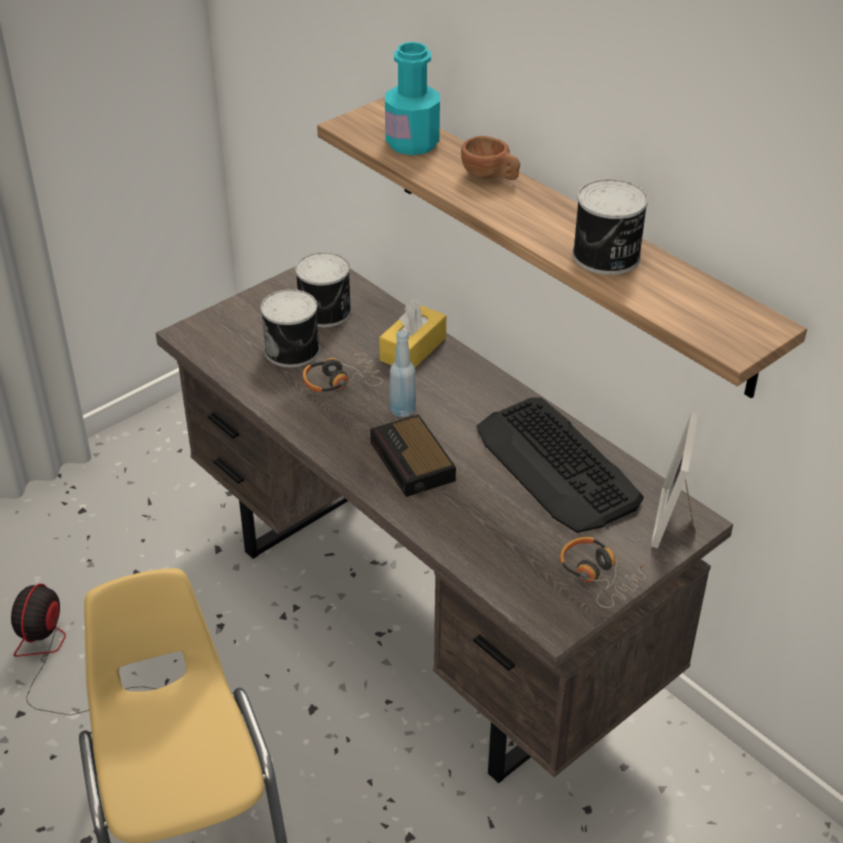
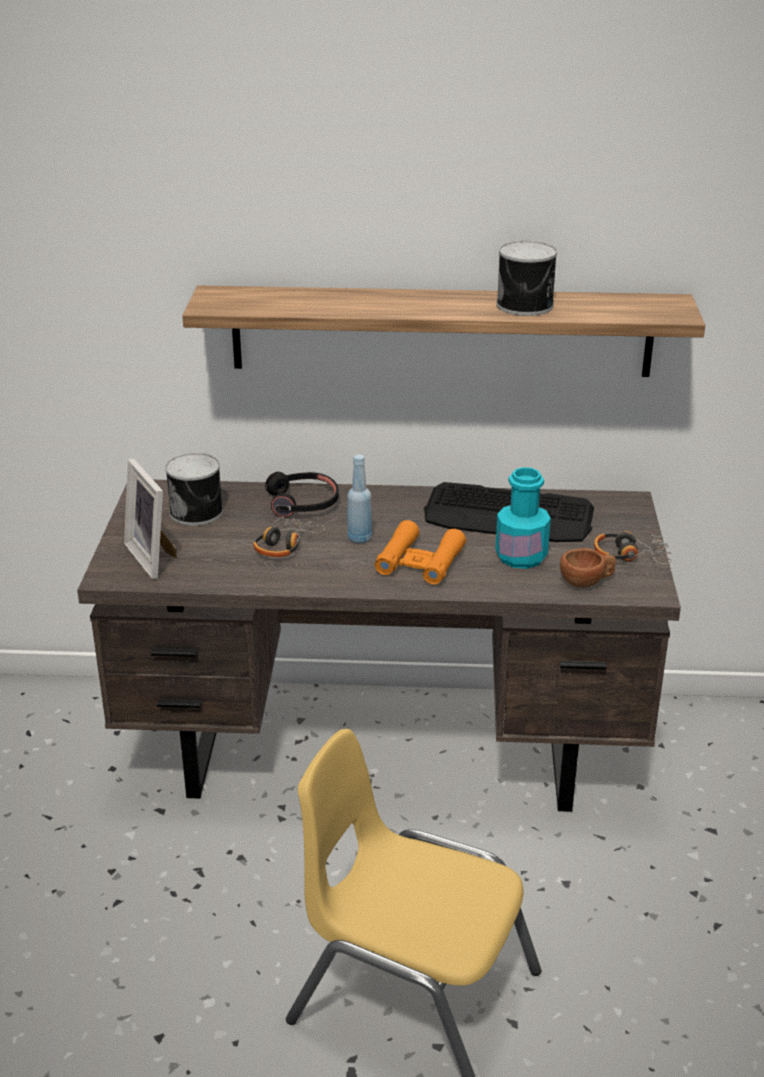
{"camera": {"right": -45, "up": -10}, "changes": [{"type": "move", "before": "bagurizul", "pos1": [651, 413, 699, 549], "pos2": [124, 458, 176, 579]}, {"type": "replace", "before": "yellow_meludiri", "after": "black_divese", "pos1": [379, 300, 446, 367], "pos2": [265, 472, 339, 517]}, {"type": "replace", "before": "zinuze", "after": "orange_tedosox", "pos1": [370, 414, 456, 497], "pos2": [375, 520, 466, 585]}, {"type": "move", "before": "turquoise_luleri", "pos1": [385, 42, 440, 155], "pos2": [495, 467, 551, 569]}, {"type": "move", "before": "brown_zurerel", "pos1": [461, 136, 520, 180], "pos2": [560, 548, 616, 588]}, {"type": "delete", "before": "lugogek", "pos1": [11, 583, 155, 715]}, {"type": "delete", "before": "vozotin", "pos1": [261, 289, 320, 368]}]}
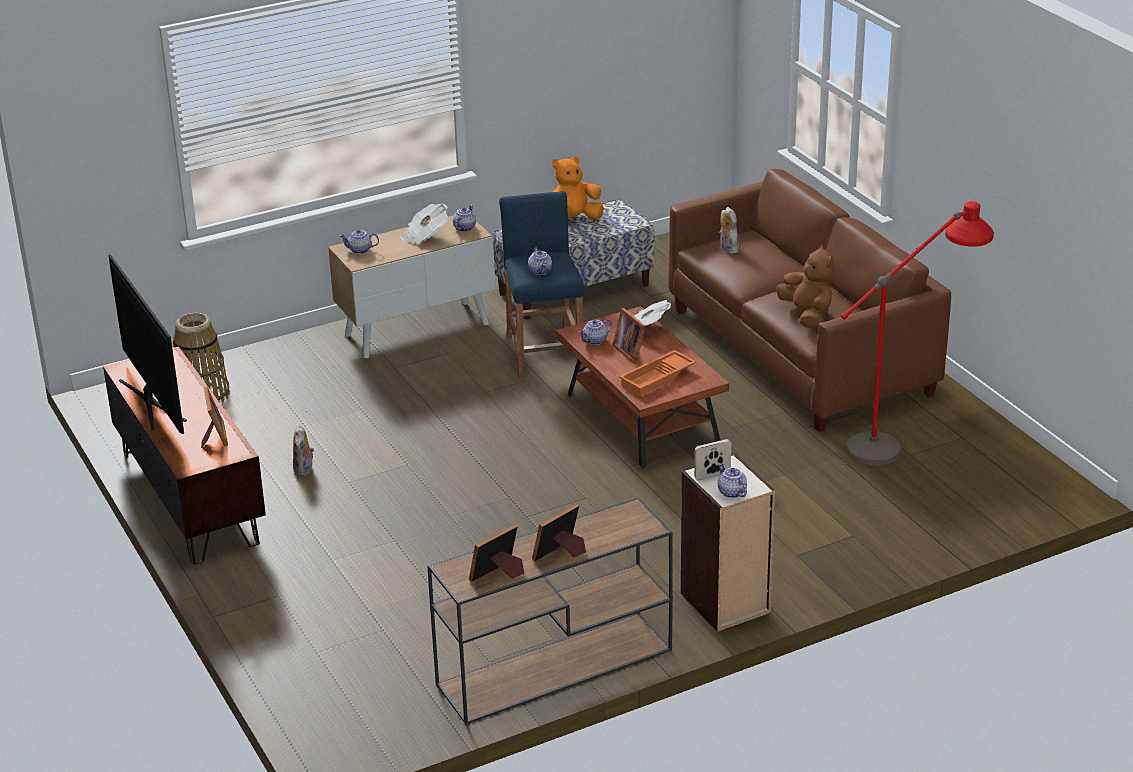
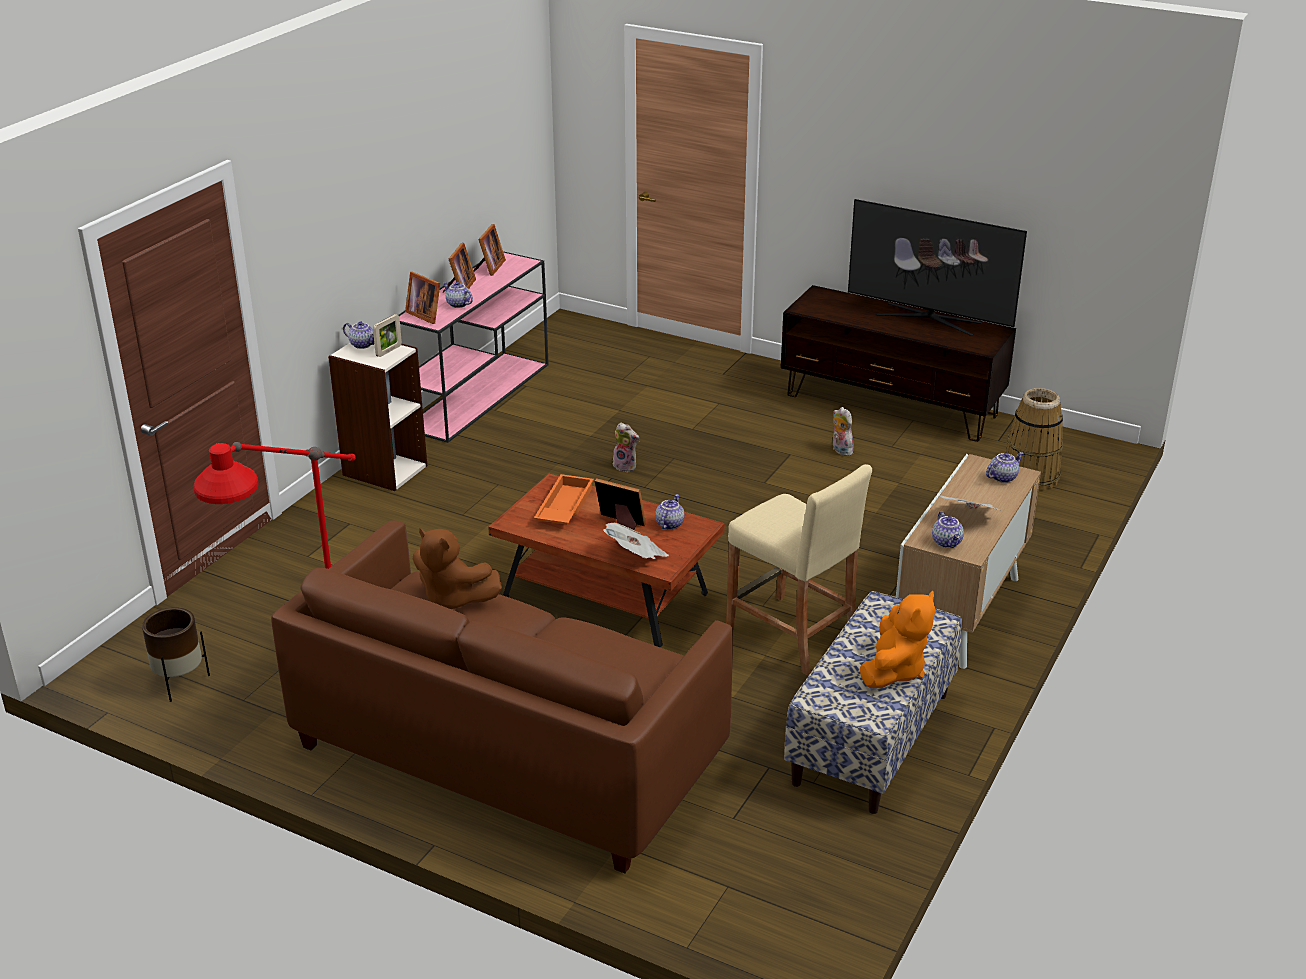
{"camera": {"right": 145, "up": 0}, "changes": [{"type": "insert", "after": "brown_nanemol", "pos2": [142, 607, 210, 702]}, {"type": "recolor", "before": "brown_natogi", "after": "pink_natogi", "pos1": [427, 497, 673, 724], "pos2": [399, 251, 549, 443]}, {"type": "move", "before": "bagurizul", "pos1": [201, 387, 228, 448], "pos2": [405, 272, 440, 324]}, {"type": "move", "before": "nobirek", "pos1": [528, 248, 552, 275], "pos2": [443, 282, 473, 308]}, {"type": "move", "before": "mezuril", "pos1": [719, 207, 739, 254], "pos2": [613, 422, 639, 472]}, {"type": "recolor", "before": "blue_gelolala", "after": "beige_gelolala", "pos1": [499, 191, 584, 378], "pos2": [726, 464, 872, 675]}]}
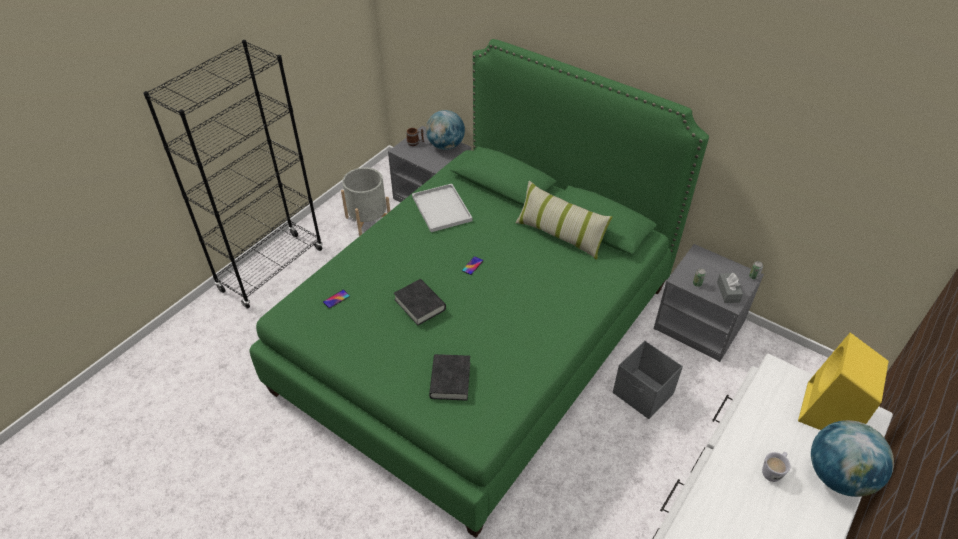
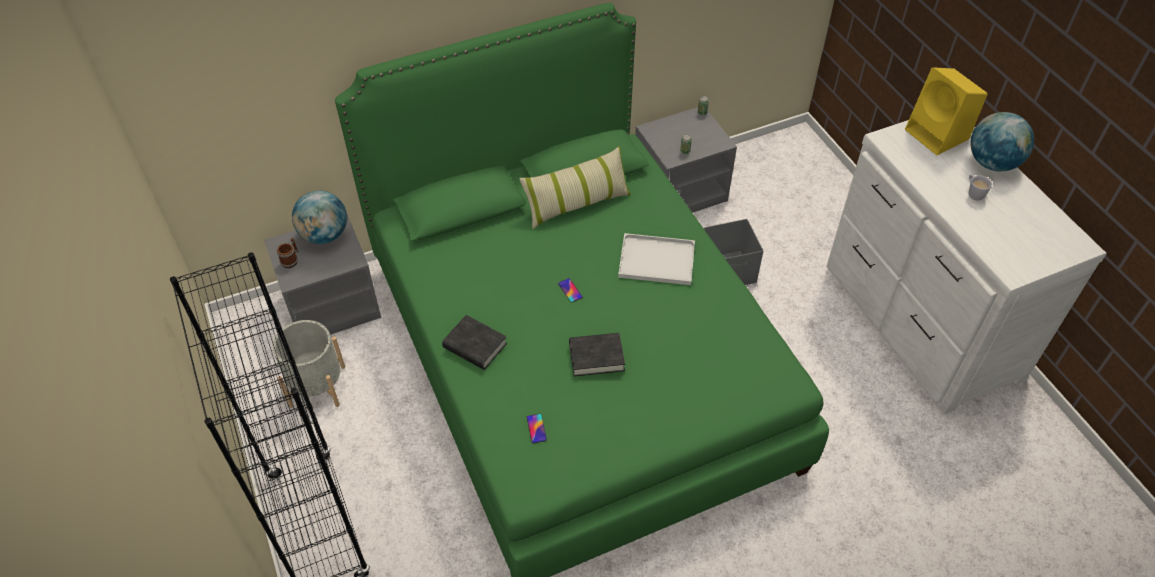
{"camera": {"right": -60, "up": 5}, "changes": [{"type": "move", "before": "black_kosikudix", "pos1": [429, 354, 470, 401], "pos2": [442, 315, 507, 370]}, {"type": "move", "before": "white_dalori", "pos1": [412, 184, 473, 232], "pos2": [618, 233, 695, 285]}, {"type": "delete", "before": "grey_meludiri", "pos1": [717, 273, 743, 303]}]}
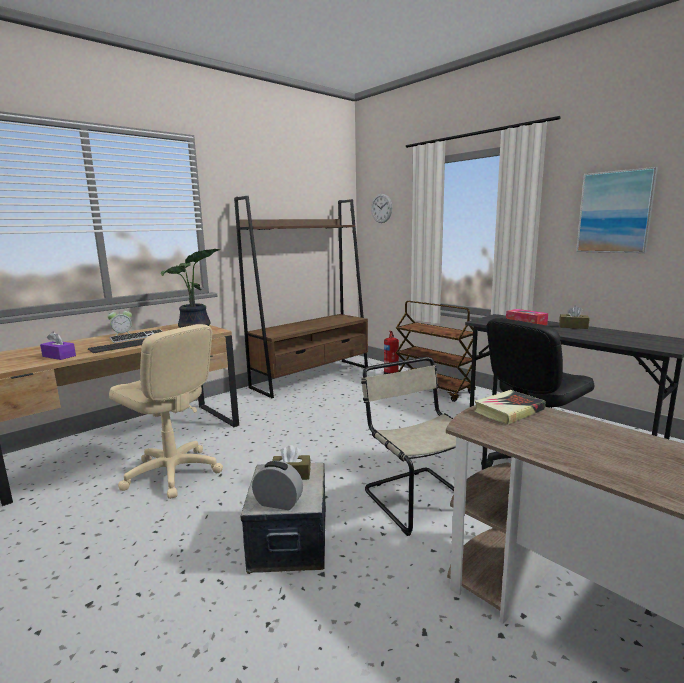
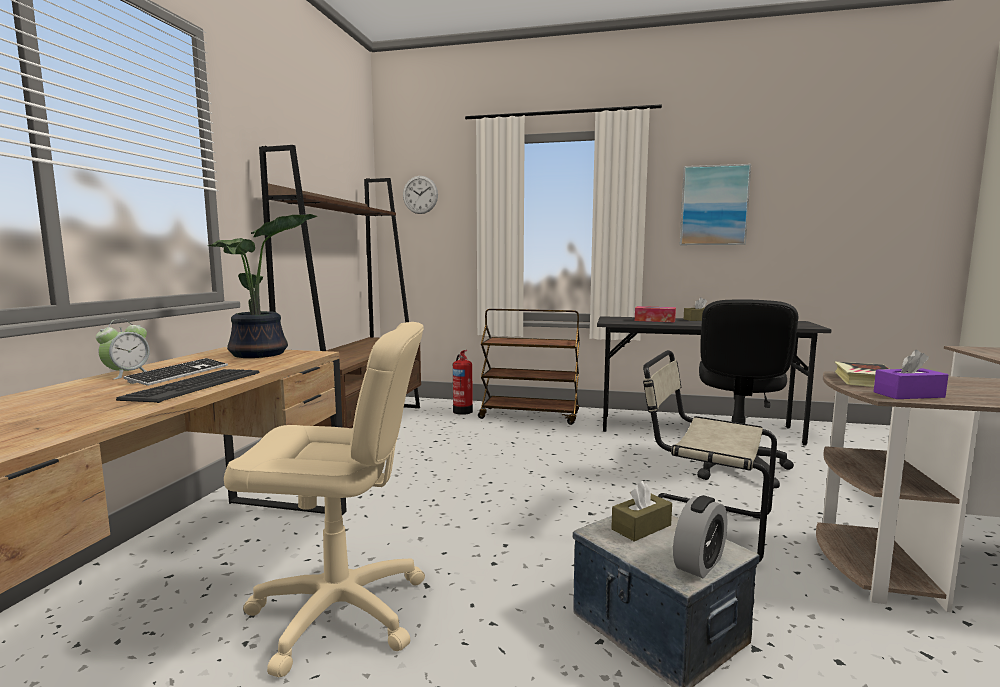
{"camera": {"right": -35, "up": -5}, "changes": [{"type": "rotate", "before": "zinuze", "pos1": [252, 461, 303, 510], "pos2": [673, 495, 727, 578], "turn": 150}, {"type": "move", "before": "purple_meludiri", "pos1": [40, 331, 76, 360], "pos2": [874, 350, 948, 399]}]}
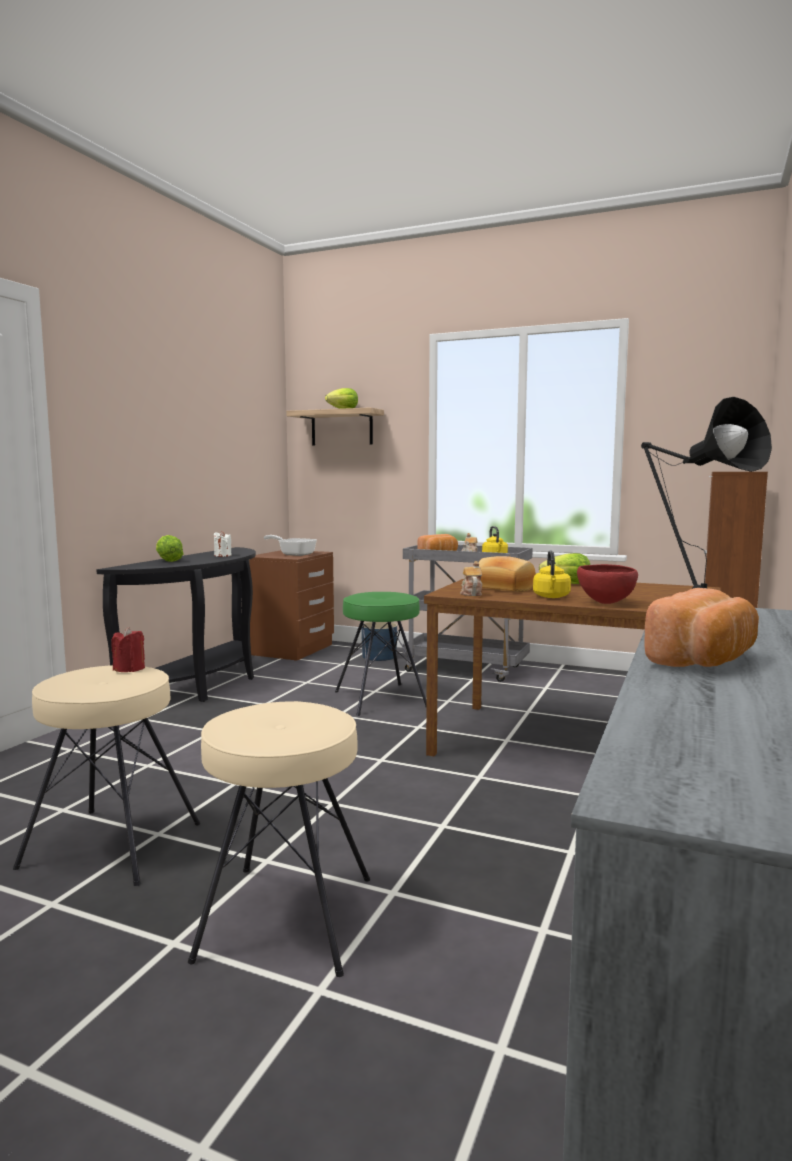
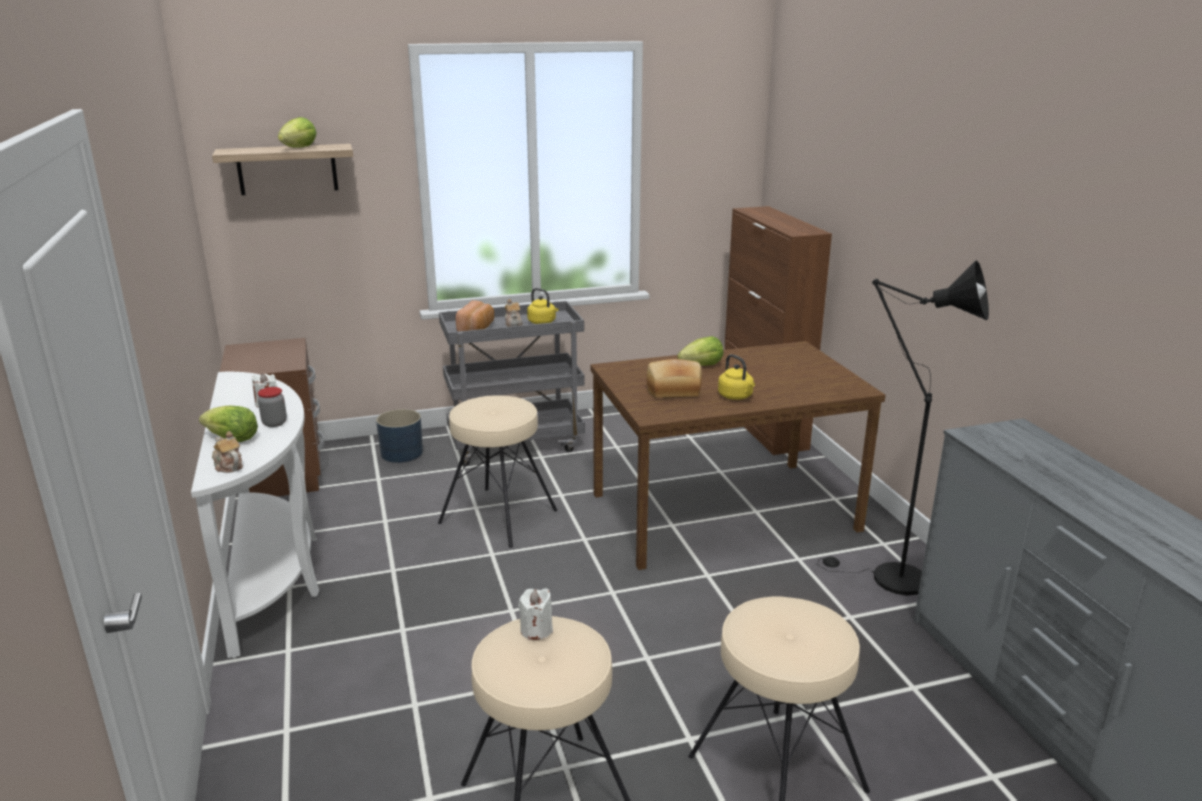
{"camera": {"right": -40, "up": 15}, "changes": [{"type": "recolor", "before": "black_natogi", "after": "white_natogi", "pos1": [96, 547, 256, 702], "pos2": [191, 372, 319, 658]}, {"type": "move", "before": "nobirek", "pos1": [460, 561, 482, 596], "pos2": [212, 431, 243, 473]}, {"type": "insert", "after": "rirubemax", "pos2": [258, 387, 287, 427]}, {"type": "recolor", "before": "green_gelolala", "after": "beige_gelolala", "pos1": [335, 592, 427, 716], "pos2": [438, 396, 557, 548]}, {"type": "recolor", "before": "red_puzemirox", "after": "white_puzemirox", "pos1": [111, 627, 145, 672], "pos2": [518, 588, 553, 640]}, {"type": "delete", "before": "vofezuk", "pos1": [264, 535, 317, 556]}, {"type": "delete", "before": "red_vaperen", "pos1": [577, 564, 638, 604]}, {"type": "delete", "before": "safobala", "pos1": [644, 588, 759, 667]}]}
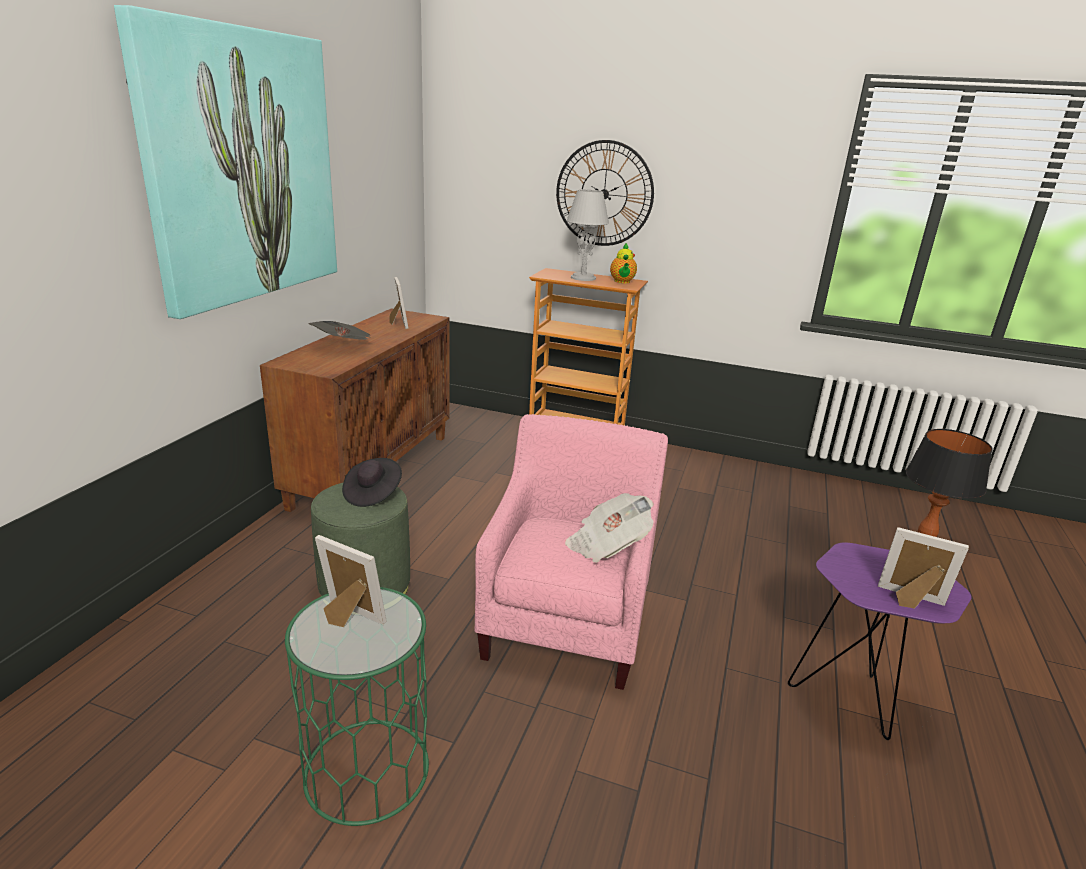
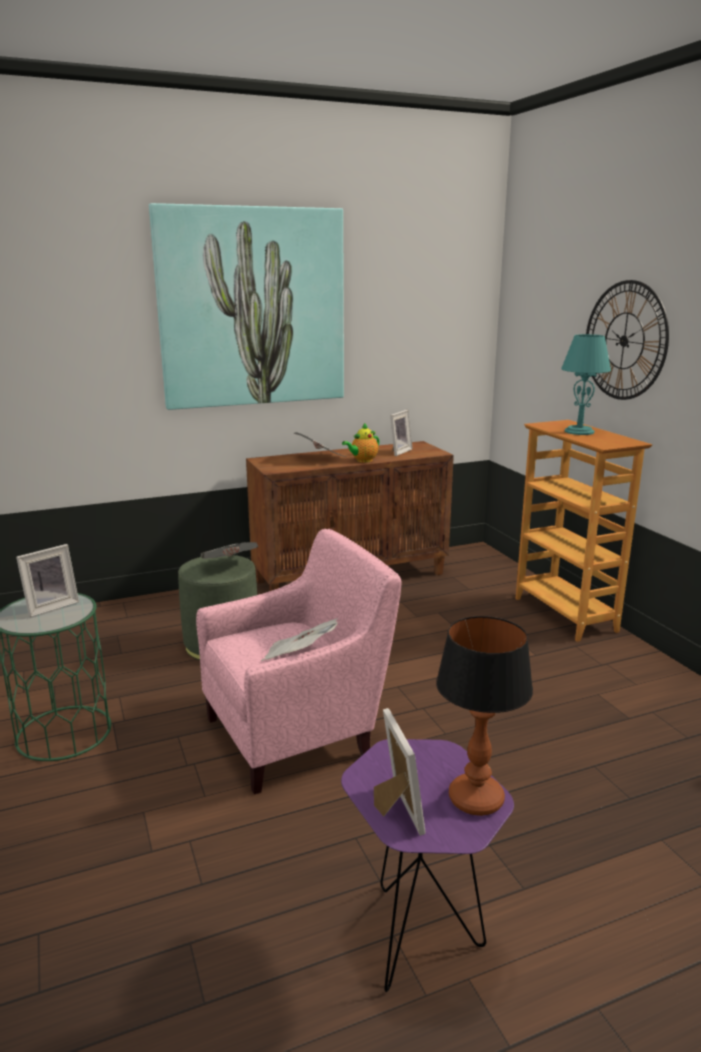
{"camera": {"right": 50, "up": -5}, "changes": [{"type": "rotate", "before": "bagurizul", "pos1": [315, 535, 387, 627], "pos2": [16, 544, 79, 617], "turn": 60}, {"type": "replace", "before": "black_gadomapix", "after": "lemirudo", "pos1": [342, 458, 402, 507], "pos2": [201, 542, 258, 559]}, {"type": "move", "before": "nobirek", "pos1": [610, 243, 637, 283], "pos2": [342, 423, 379, 462]}, {"type": "recolor", "before": "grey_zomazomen", "after": "turquoise_zomazomen", "pos1": [567, 189, 609, 281], "pos2": [561, 334, 611, 435]}]}
